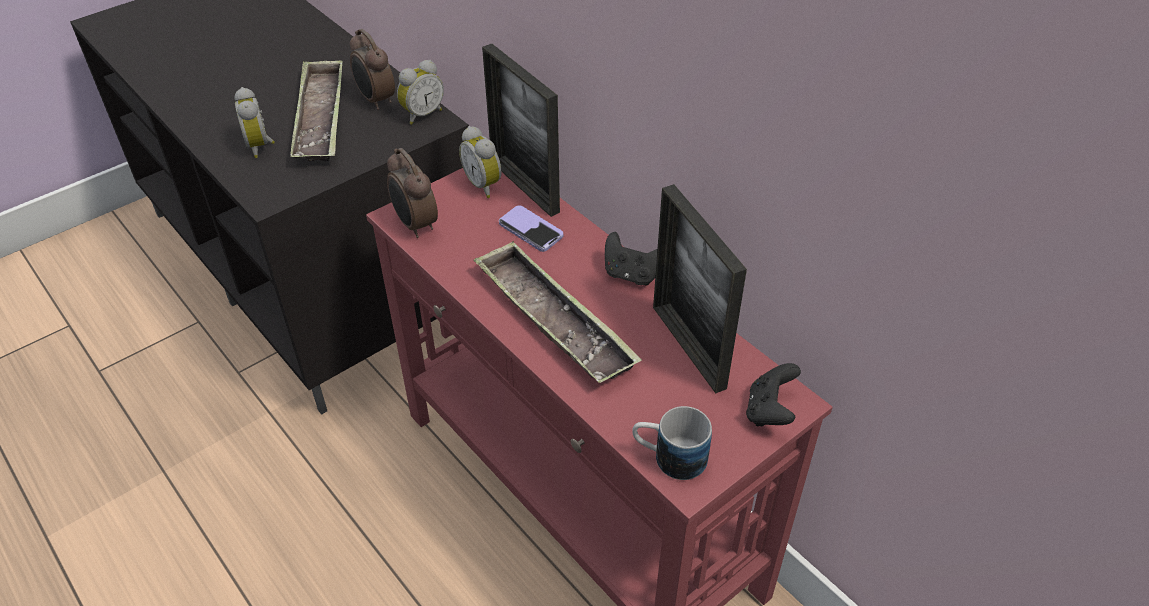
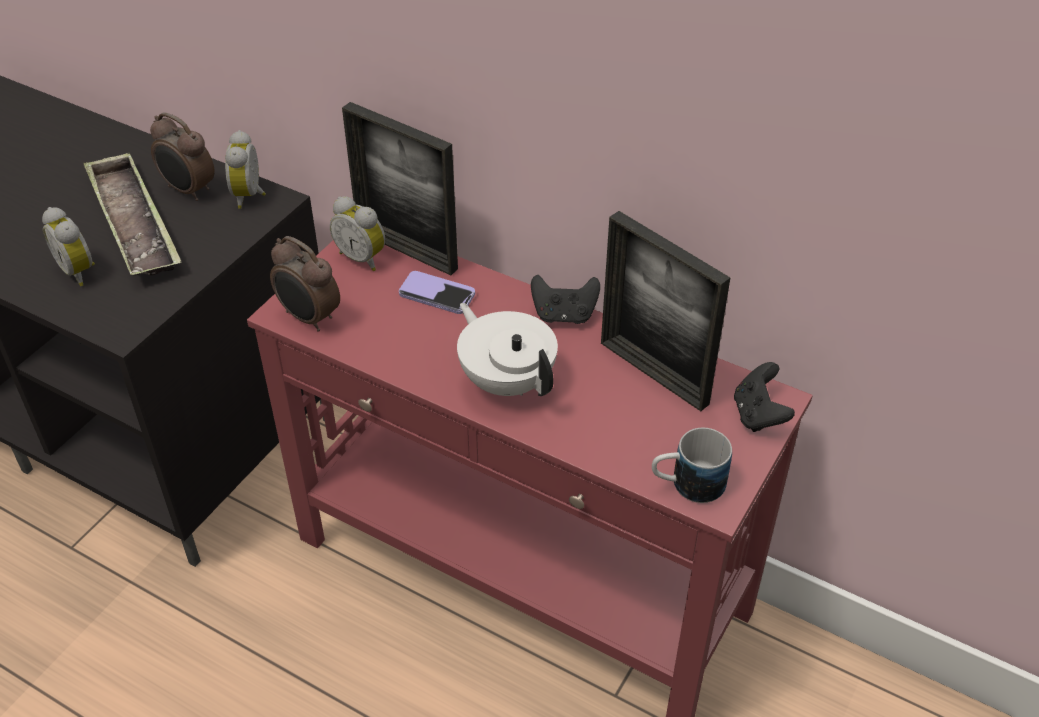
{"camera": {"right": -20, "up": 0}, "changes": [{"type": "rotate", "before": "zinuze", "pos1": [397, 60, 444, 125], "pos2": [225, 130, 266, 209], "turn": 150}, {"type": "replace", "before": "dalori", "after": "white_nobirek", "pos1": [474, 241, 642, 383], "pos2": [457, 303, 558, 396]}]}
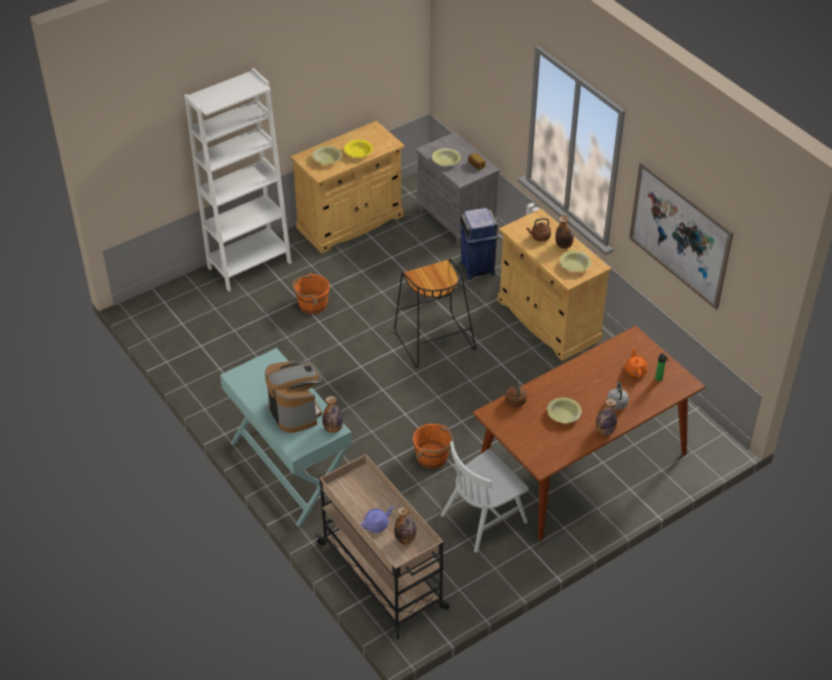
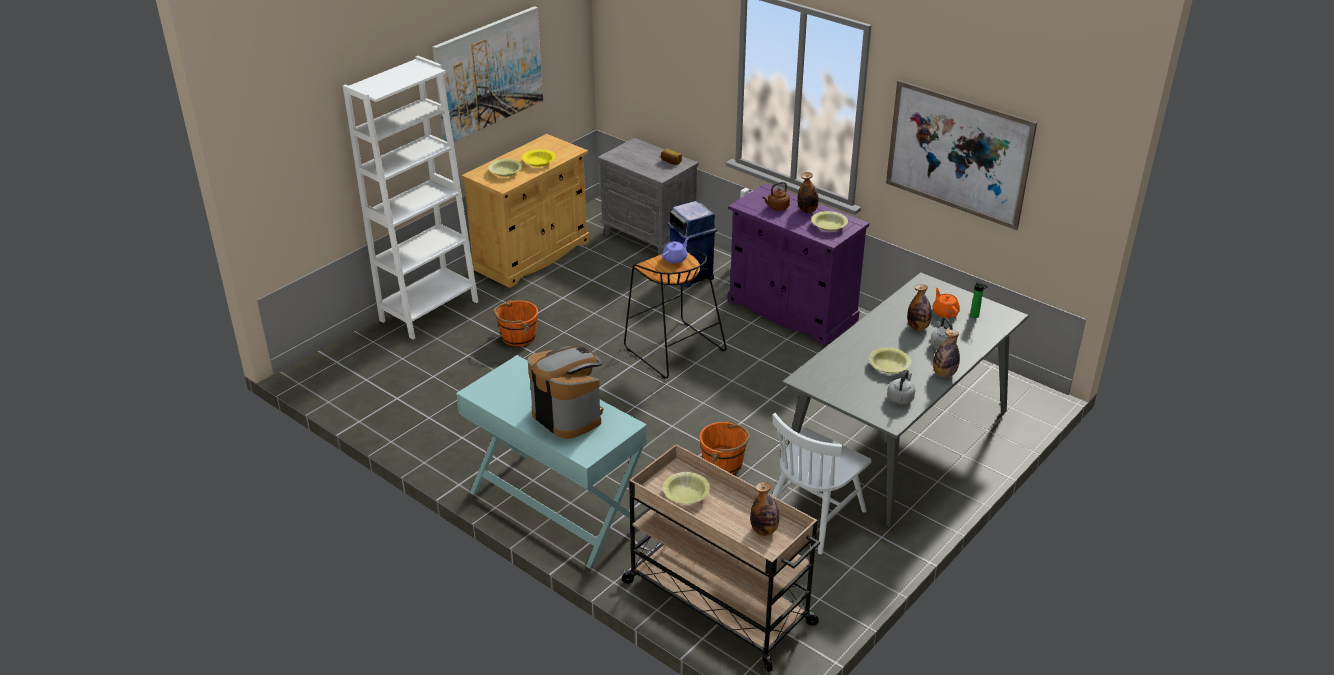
{"camera": {"right": -15, "up": -10}, "changes": [{"type": "insert", "after": "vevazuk", "pos2": [432, 6, 543, 142]}, {"type": "move", "before": "purple_nobirek", "pos1": [360, 506, 394, 532], "pos2": [662, 238, 689, 264]}, {"type": "move", "before": "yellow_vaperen", "pos1": [432, 148, 461, 166], "pos2": [663, 472, 710, 504]}, {"type": "recolor", "before": "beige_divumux", "after": "purple_divumux", "pos1": [497, 209, 611, 361], "pos2": [727, 183, 869, 346]}, {"type": "recolor", "before": "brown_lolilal", "after": "grey_lolilal", "pos1": [472, 325, 706, 541], "pos2": [782, 272, 1029, 527]}, {"type": "insert", "after": "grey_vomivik", "pos2": [887, 370, 915, 405]}, {"type": "move", "before": "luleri", "pos1": [322, 396, 343, 433], "pos2": [907, 284, 932, 331]}, {"type": "delete", "before": "brown_vomivik", "pos1": [505, 379, 527, 407]}]}
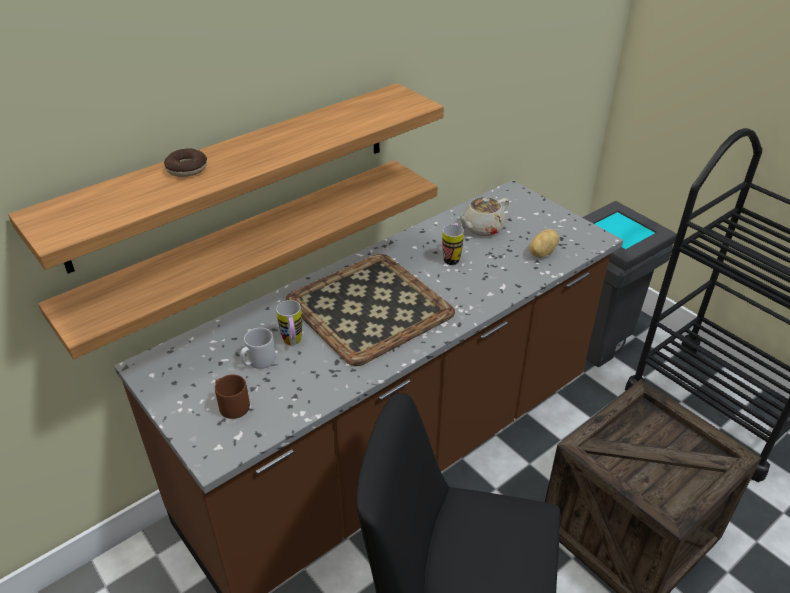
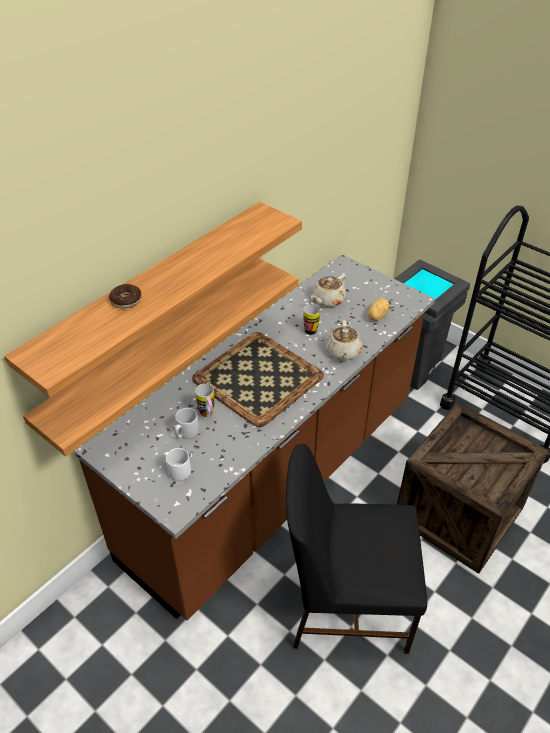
{"camera": {"right": -10, "up": 5}, "changes": [{"type": "recolor", "before": "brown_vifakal", "after": "white_vifakal", "pos1": [215, 375, 250, 419], "pos2": [163, 448, 191, 481]}, {"type": "insert", "after": "beige_nobirek", "pos2": [326, 320, 362, 361]}]}
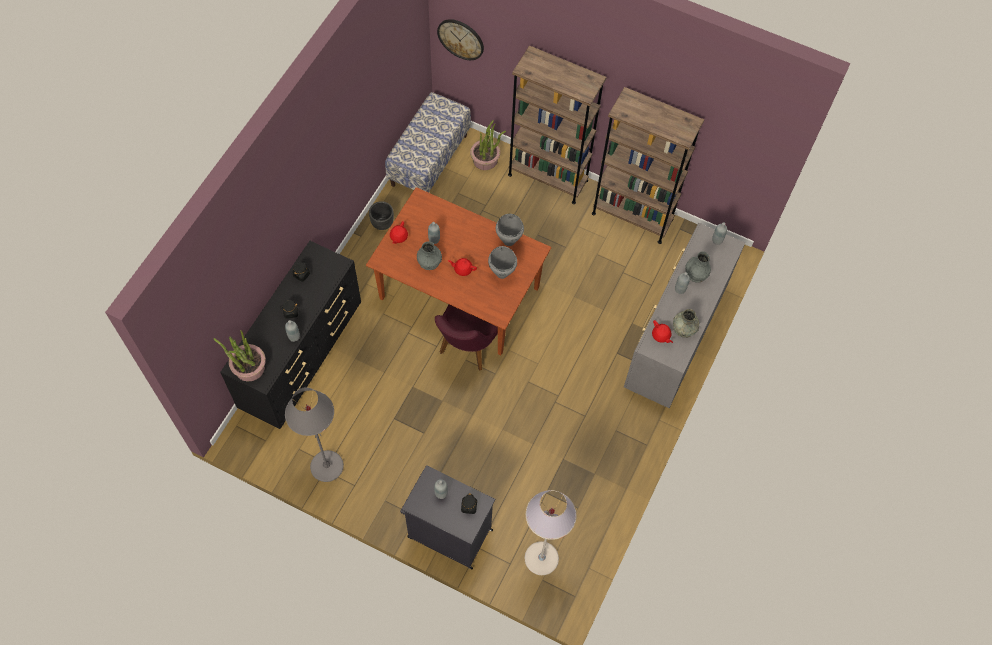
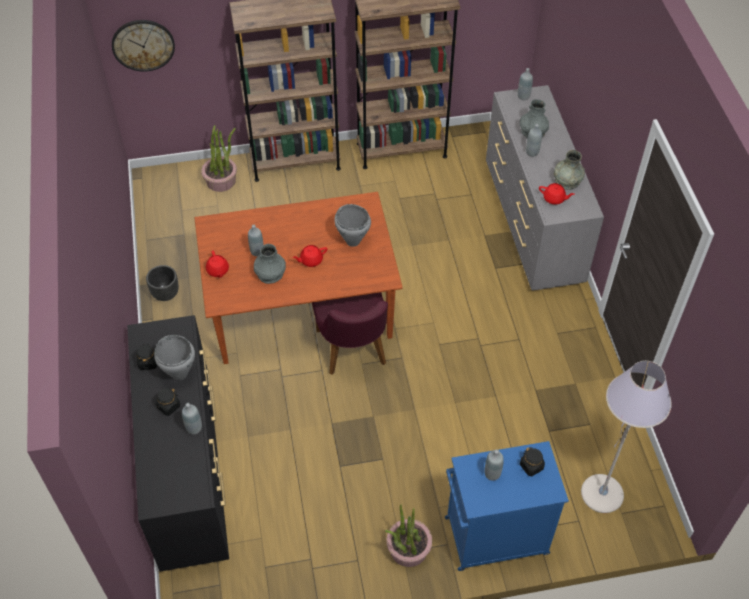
{"camera": {"right": -35, "up": -10}, "changes": [{"type": "move", "before": "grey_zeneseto", "pos1": [496, 214, 524, 246], "pos2": [154, 335, 195, 380]}, {"type": "move", "before": "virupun", "pos1": [213, 330, 266, 382], "pos2": [385, 504, 433, 567]}, {"type": "recolor", "before": "black_divumux", "after": "blue_divumux", "pos1": [400, 465, 495, 569], "pos2": [445, 441, 569, 571]}, {"type": "delete", "before": "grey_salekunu", "pos1": [285, 387, 344, 482]}, {"type": "delete", "before": "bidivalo", "pos1": [385, 92, 471, 193]}]}
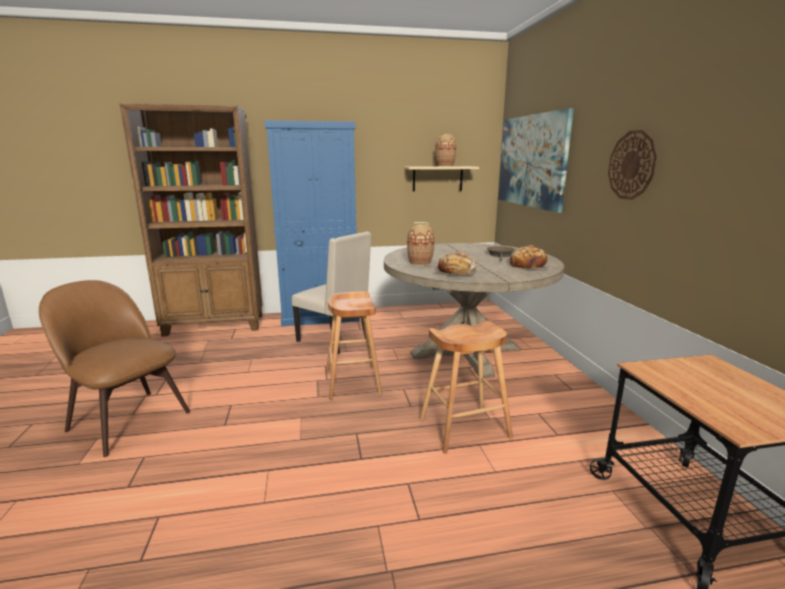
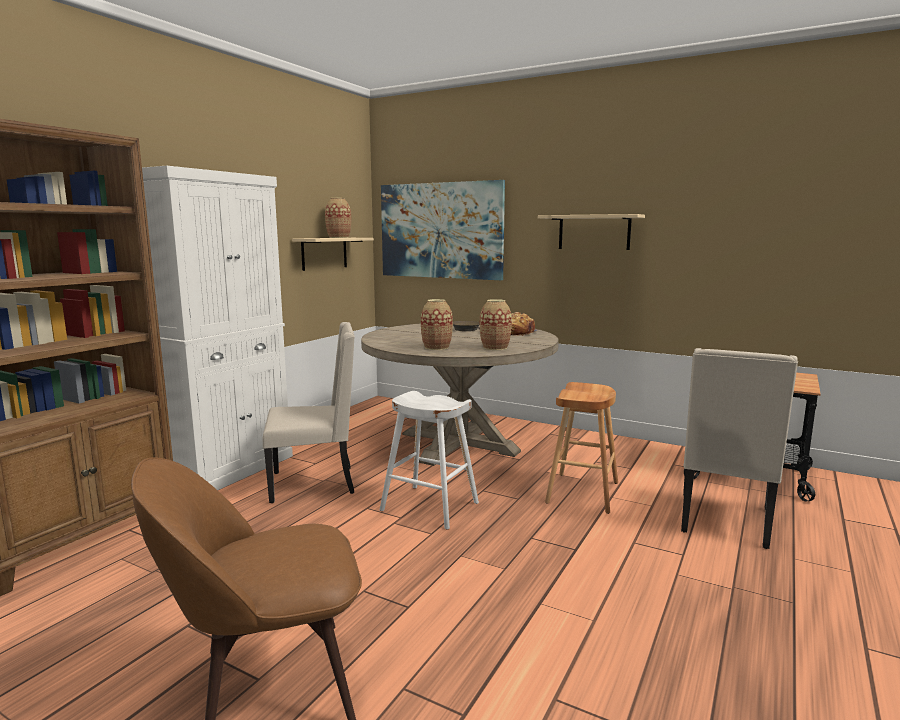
{"camera": {"right": -50, "up": -5}, "changes": [{"type": "recolor", "before": "blue_divumux", "after": "white_divumux", "pos1": [264, 120, 360, 326], "pos2": [142, 166, 293, 490]}, {"type": "recolor", "before": "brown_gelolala", "after": "white_gelolala", "pos1": [326, 291, 382, 400], "pos2": [380, 391, 479, 529]}, {"type": "replace", "before": "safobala", "after": "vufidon", "pos1": [434, 251, 477, 276], "pos2": [480, 299, 512, 350]}, {"type": "replace", "before": "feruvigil", "after": "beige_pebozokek", "pos1": [608, 130, 657, 200], "pos2": [538, 214, 645, 250]}, {"type": "insert", "after": "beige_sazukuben", "pos2": [681, 348, 798, 549]}]}
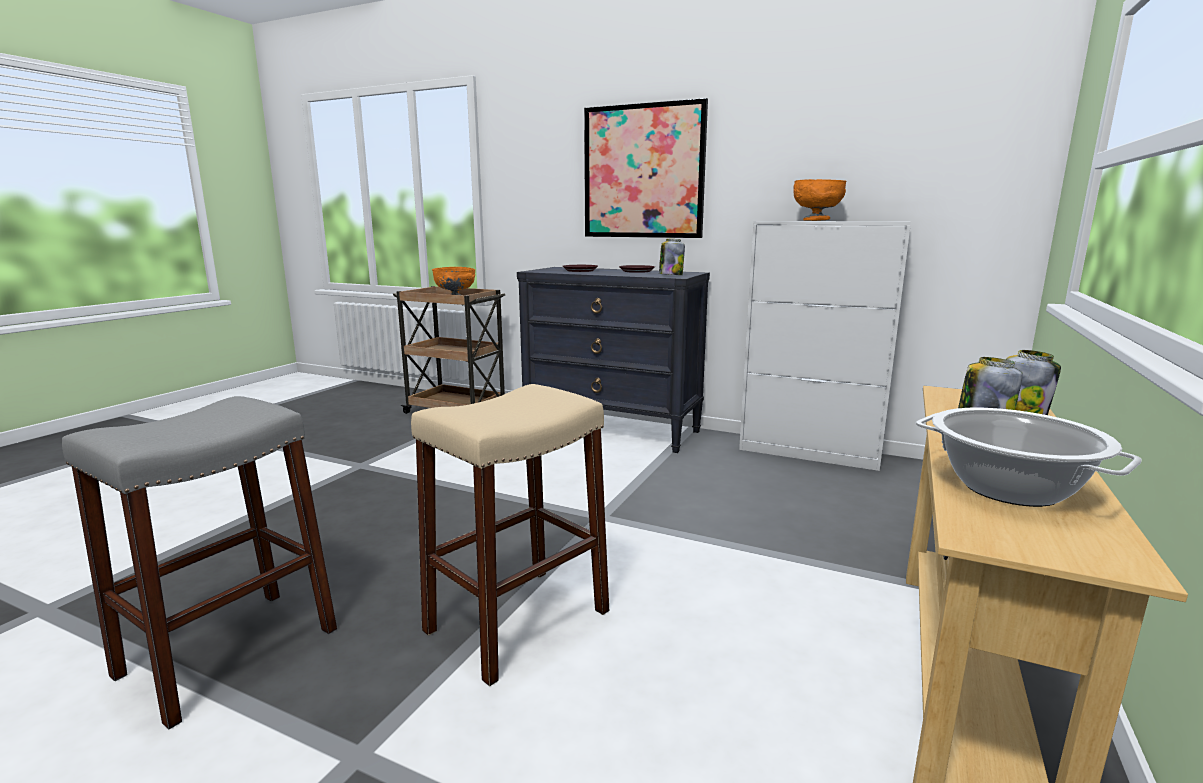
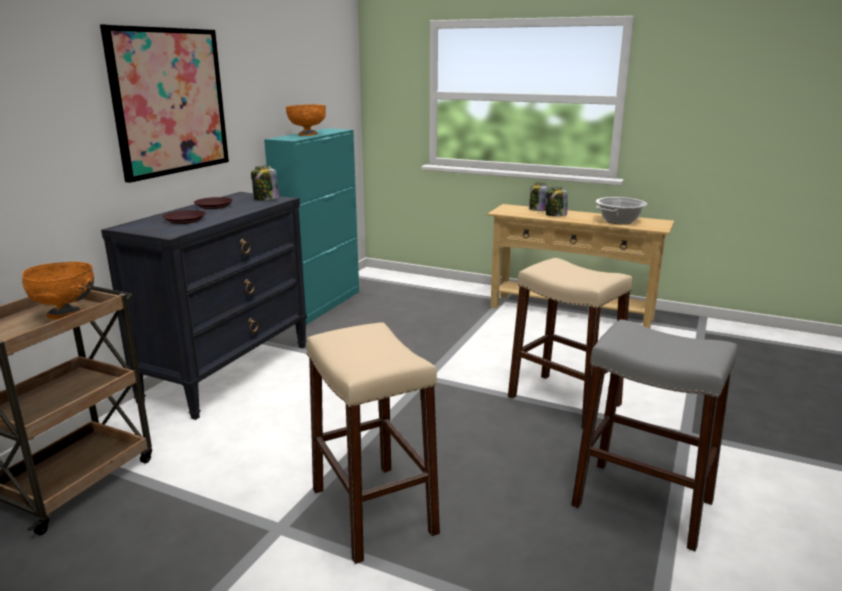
{"camera": {"right": -90, "up": 5}, "changes": [{"type": "recolor", "before": "white_divumux", "after": "turquoise_divumux", "pos1": [739, 221, 911, 471], "pos2": [264, 128, 359, 325]}, {"type": "insert", "after": "beige_gelolala", "pos2": [307, 323, 440, 564]}]}
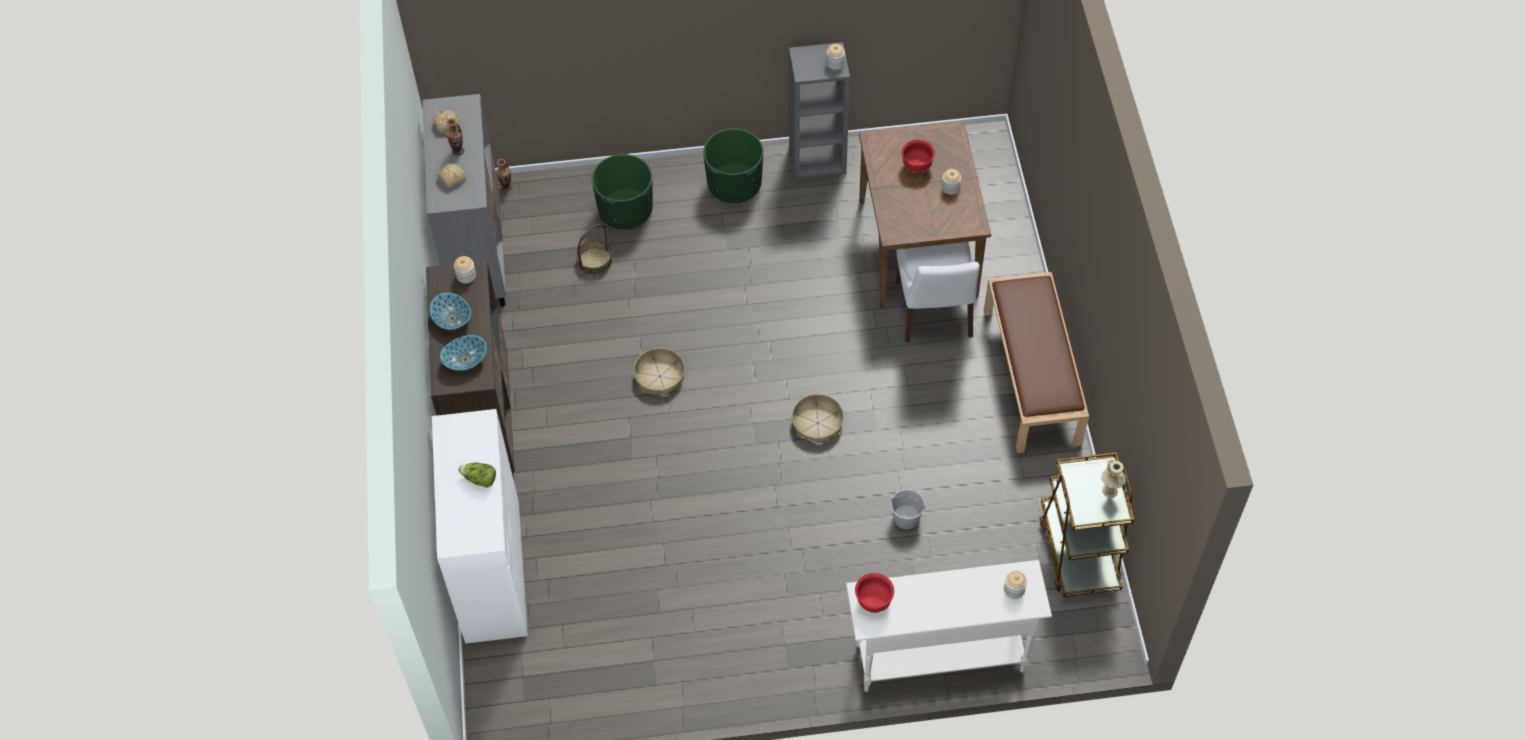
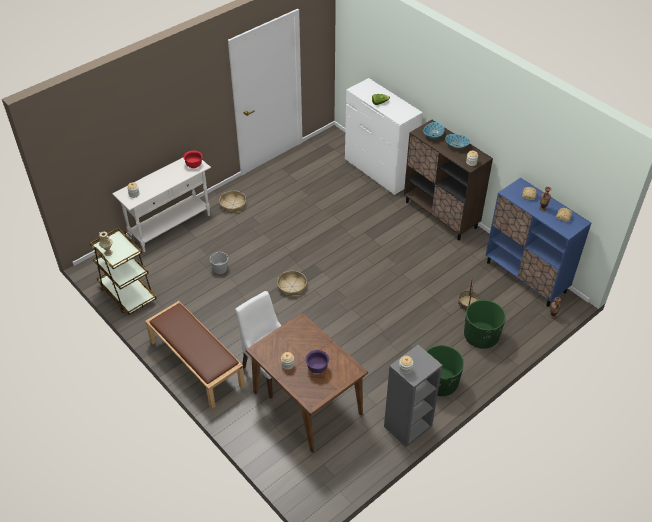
{"camera": {"right": 145, "up": -10}, "changes": [{"type": "move", "before": "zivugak", "pos1": [634, 348, 685, 395], "pos2": [219, 191, 246, 213]}, {"type": "recolor", "before": "red_vaperen", "after": "purple_vaperen", "pos1": [901, 140, 935, 173], "pos2": [306, 350, 329, 373]}, {"type": "recolor", "before": "grey_divumux", "after": "blue_divumux", "pos1": [423, 94, 506, 306], "pos2": [486, 177, 591, 307]}]}
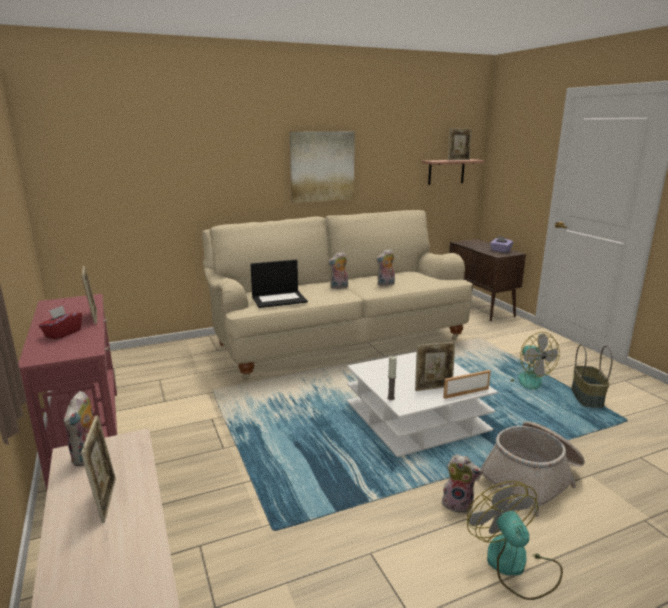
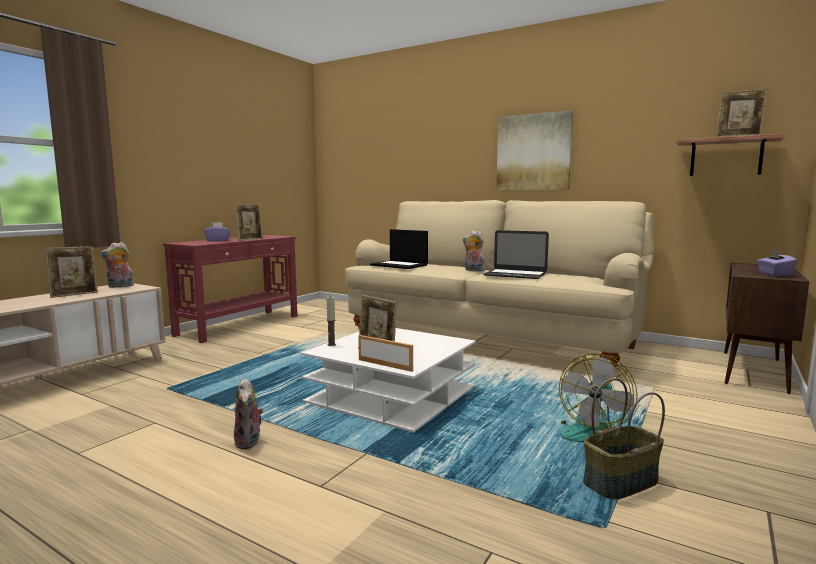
{"camera": {"right": 55, "up": -10}, "changes": [{"type": "recolor", "before": "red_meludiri", "after": "purple_meludiri", "pos1": [39, 306, 82, 339], "pos2": [204, 222, 231, 241]}, {"type": "replace", "before": "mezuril", "after": "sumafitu", "pos1": [376, 249, 395, 286], "pos2": [483, 230, 549, 279]}, {"type": "delete", "before": "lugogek", "pos1": [467, 481, 563, 600]}, {"type": "delete", "before": "zivugak", "pos1": [476, 421, 585, 517]}]}
